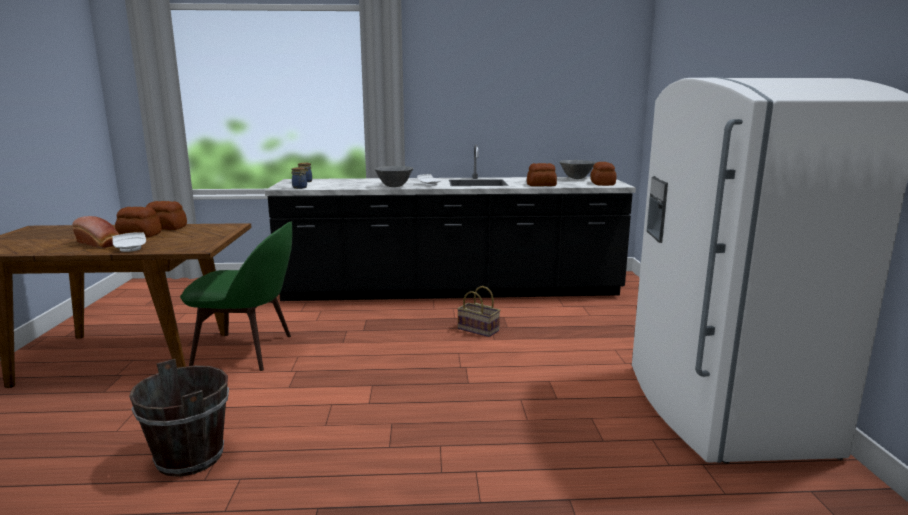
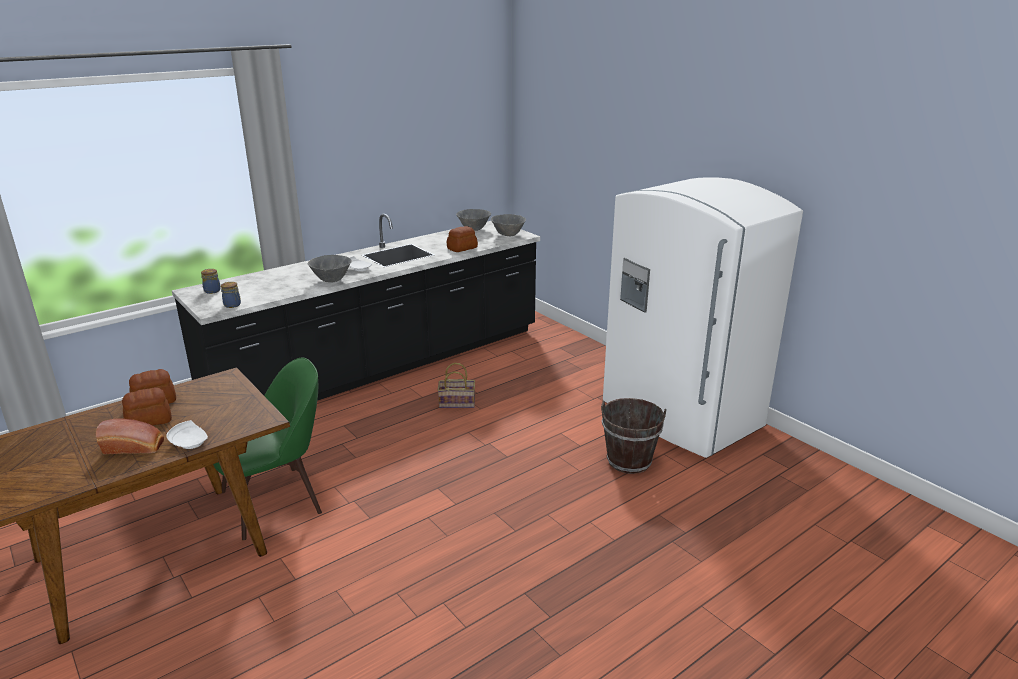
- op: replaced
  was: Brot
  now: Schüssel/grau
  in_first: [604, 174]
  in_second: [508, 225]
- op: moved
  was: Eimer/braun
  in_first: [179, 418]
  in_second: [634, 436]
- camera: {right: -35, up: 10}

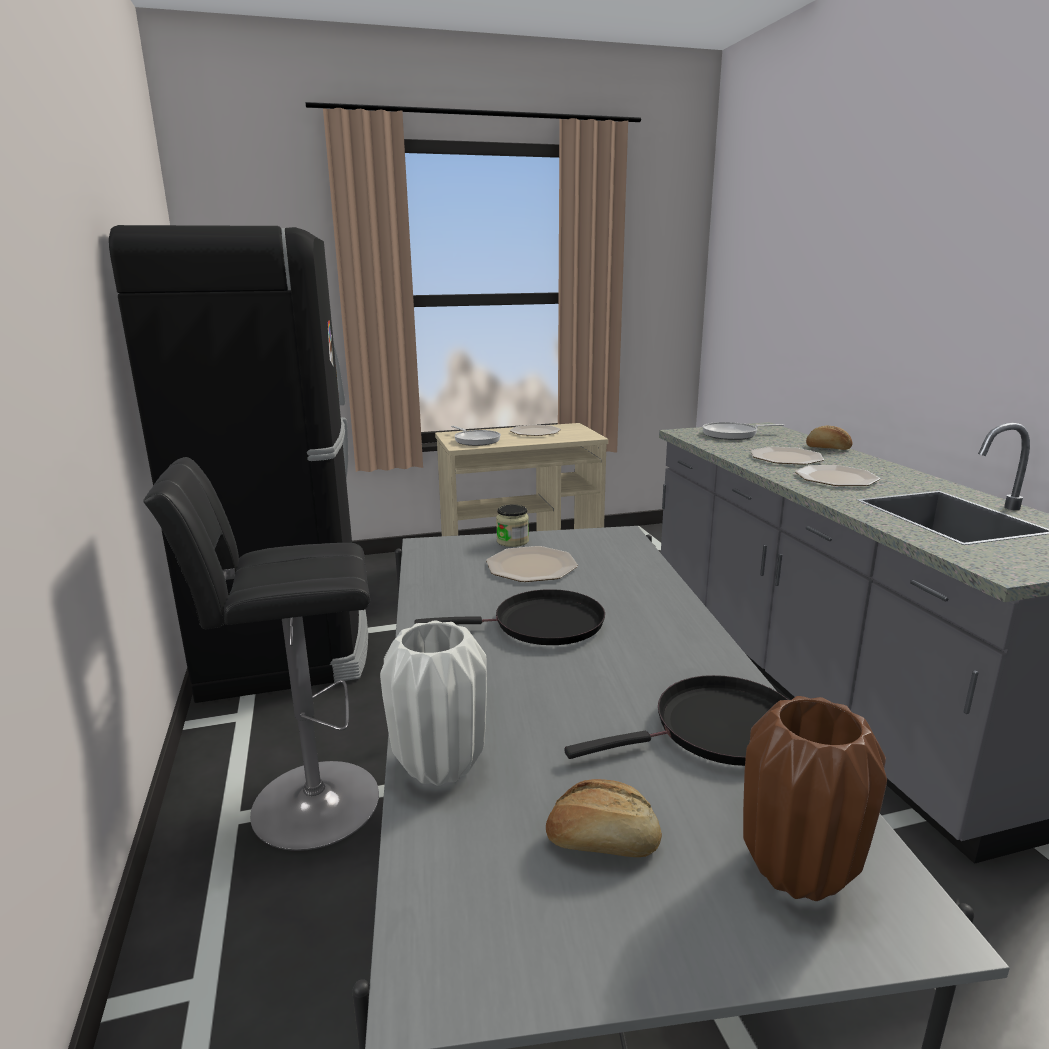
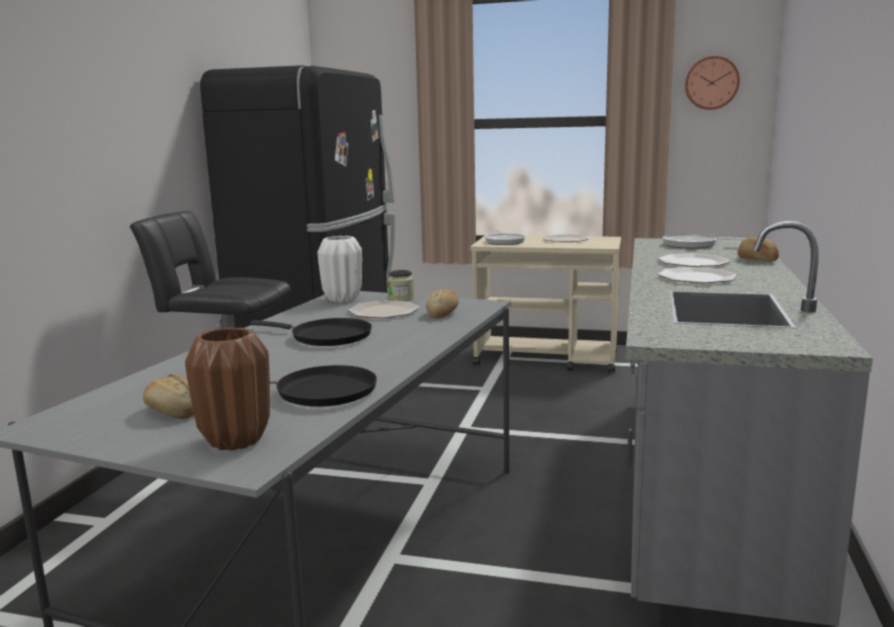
- op: moved
  was: Vase/weiß
  in_first: [433, 703]
  in_second: [340, 269]
- op: added
  now: Brot
  in_second: [442, 303]
- op: added
  now: Wanduhr
  in_second: [712, 83]
- camera: {right: 30, up: -5}

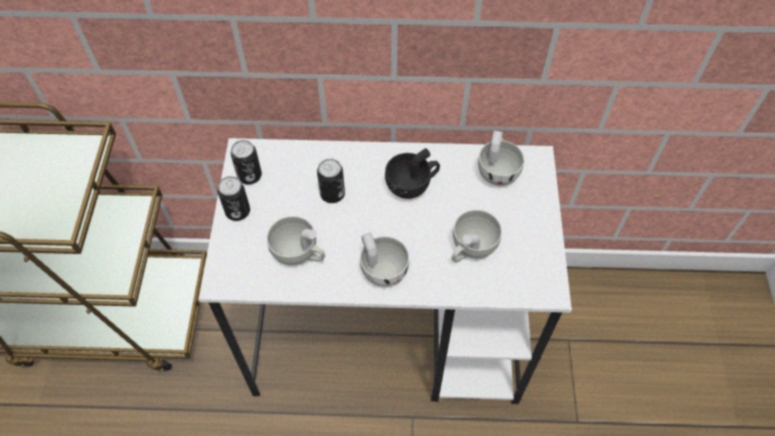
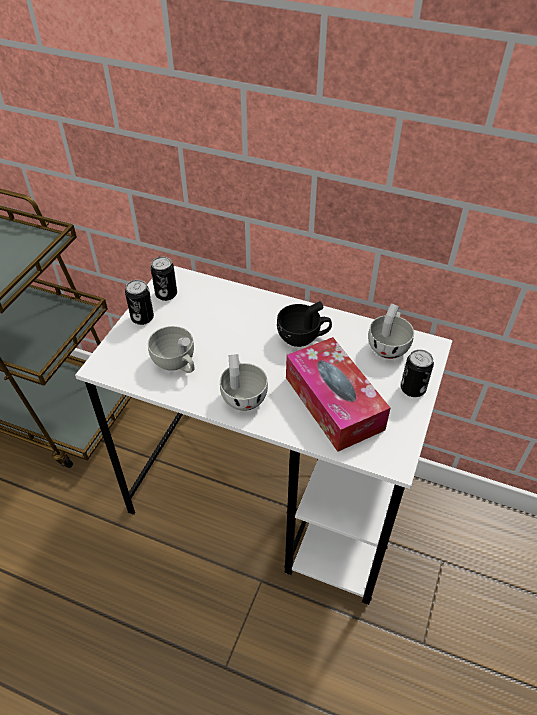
- op: replaced
  was: Tasse/weiß
  now: Taschentuchbox
  in_first: [477, 236]
  in_second: [338, 394]
- op: moved
  was: Dose
  in_first: [331, 181]
  in_second: [417, 373]
- camera: {right: 20, up: -10}

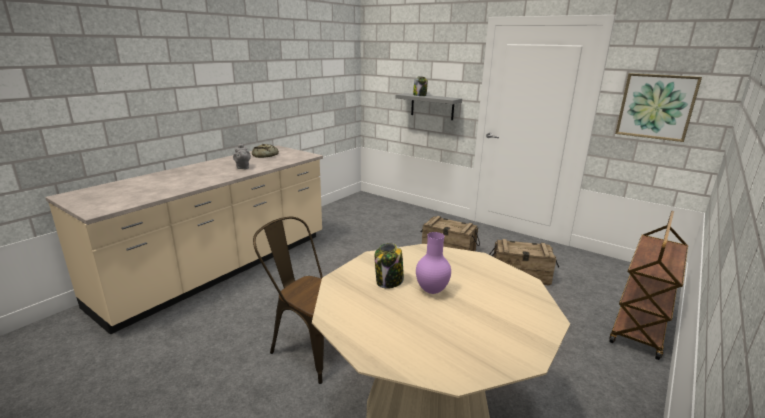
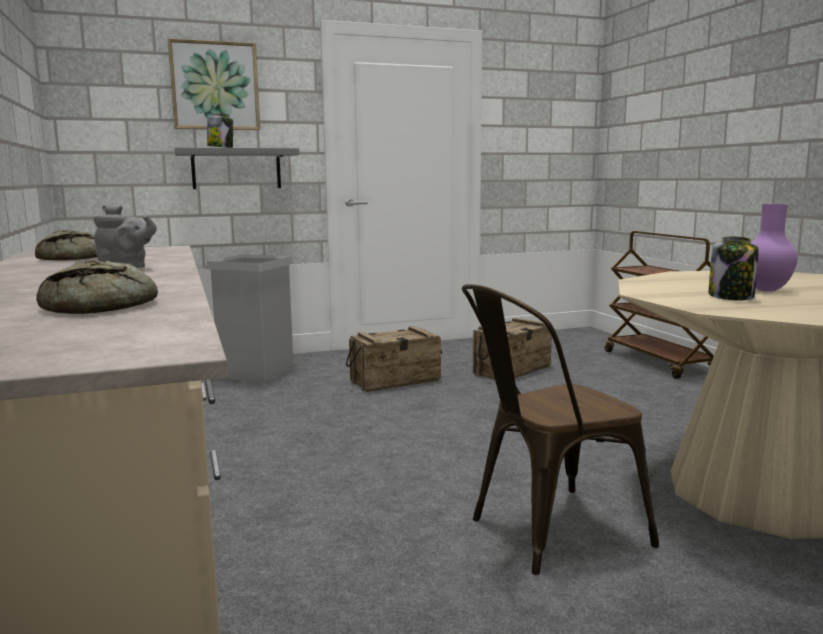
- op: added
  now: Brot
  in_second: [97, 287]
- op: moved
  was: Bild
  in_first: [658, 107]
  in_second: [214, 84]
- op: added
  now: Mülleimer/grau
  in_second: [250, 318]
- camera: {right: -55, up: -10}

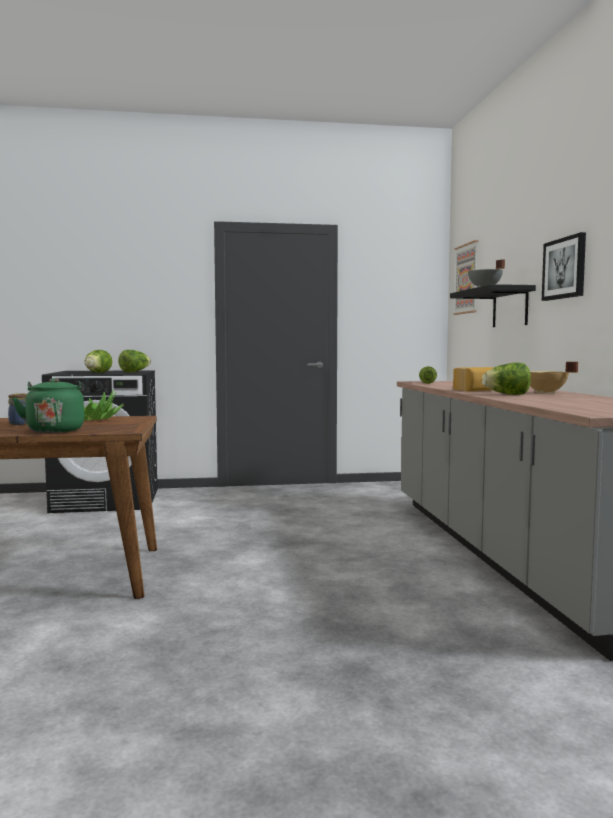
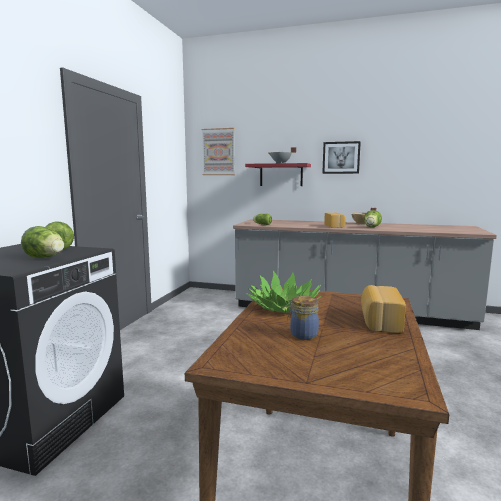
- op: recoloured
  was: Wandregal/schwarz
  now: Wandregal/rot
  in_first: [493, 305]
  in_second: [278, 174]
- op: replaced
  was: Wasserkessel/grün
  now: Brot
  in_first: [48, 405]
  in_second: [383, 309]
- camera: {right: -65, up: 5}

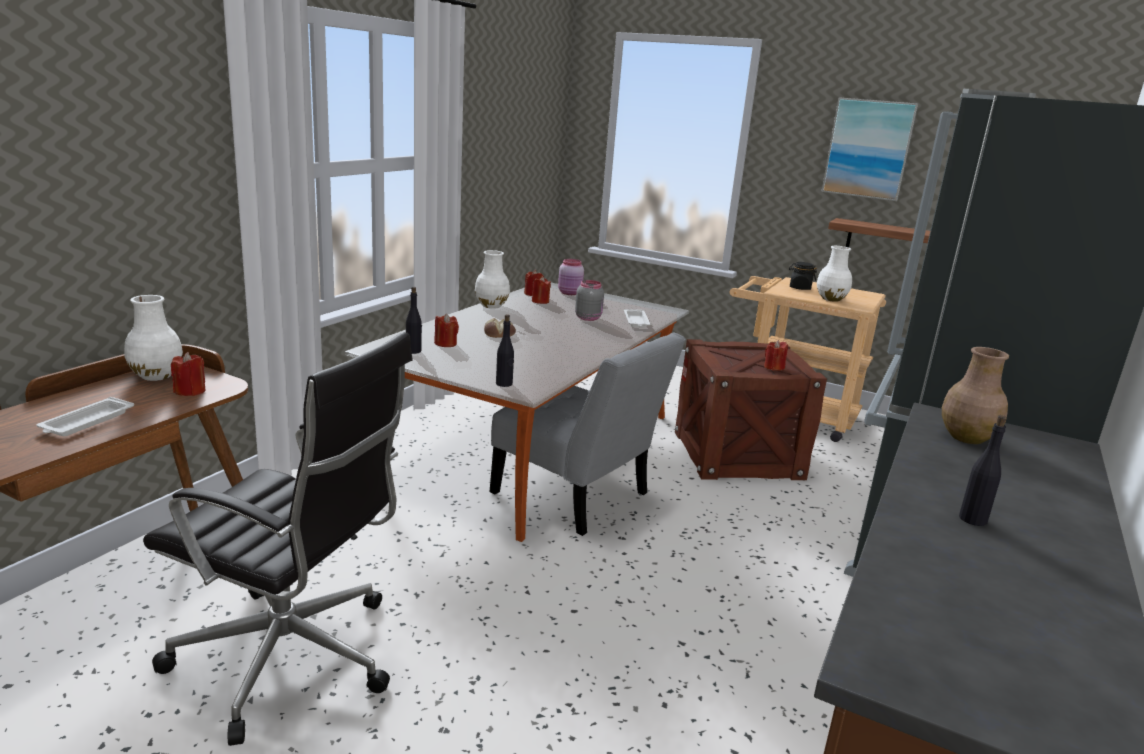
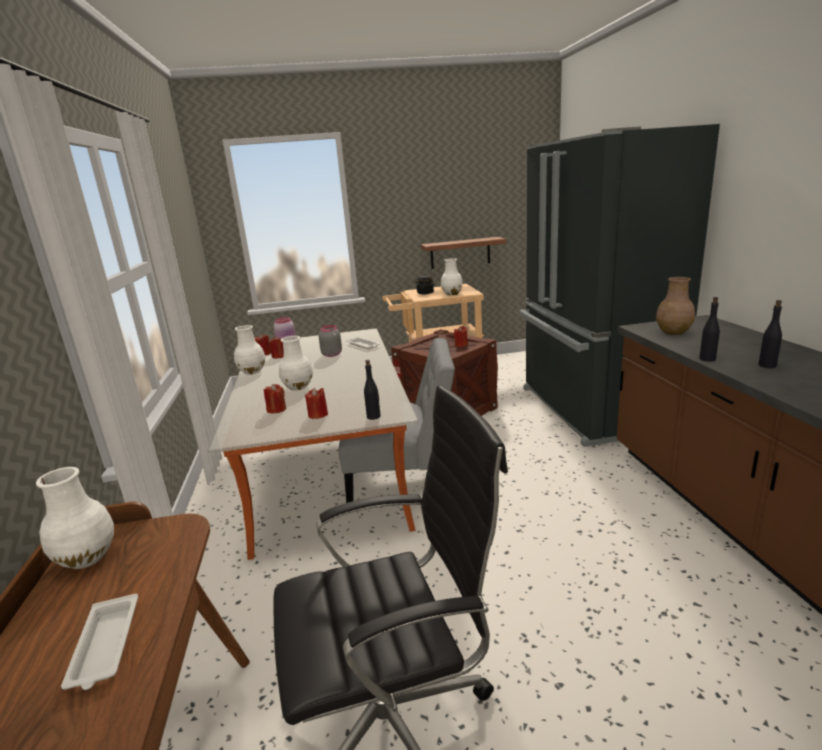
- op: replaced
  was: Brot
  now: Vase/weiß
  in_first: [500, 328]
  in_second: [296, 363]
- op: moved
  was: Kerze/rot
  in_first: [188, 374]
  in_second: [316, 403]
- op: moved
  was: Flasche/schwarz
  in_first: [414, 320]
  in_second: [709, 329]
- op: removed
  was: Bild
  in_first: [869, 149]
- camera: {right: -35, up: 0}

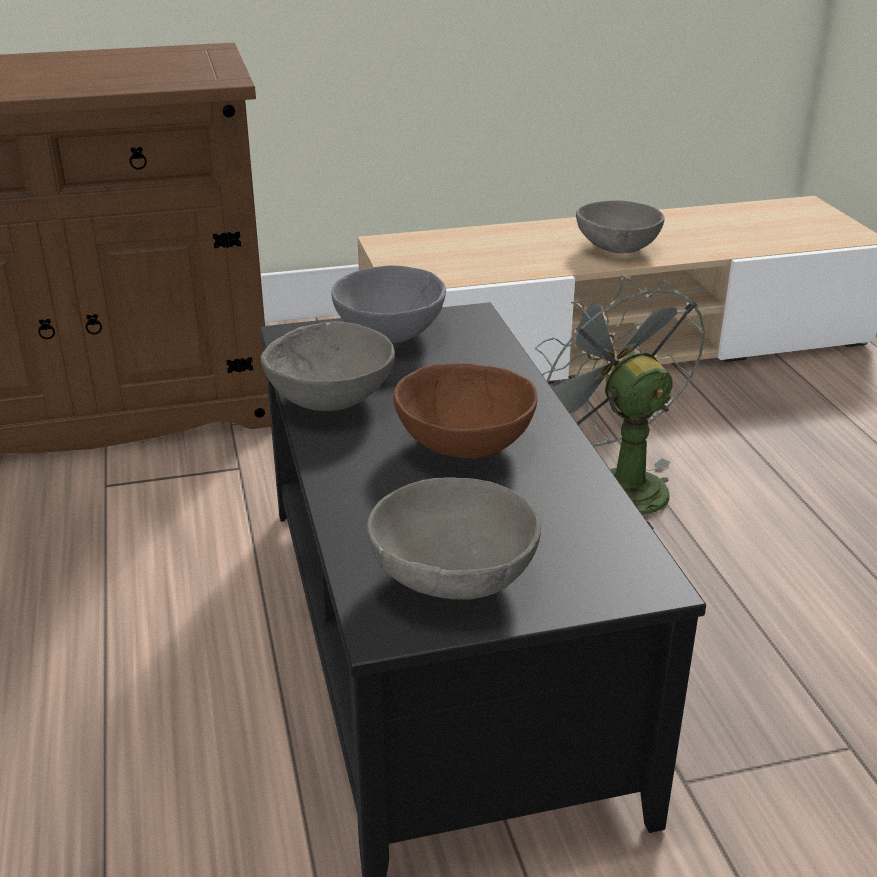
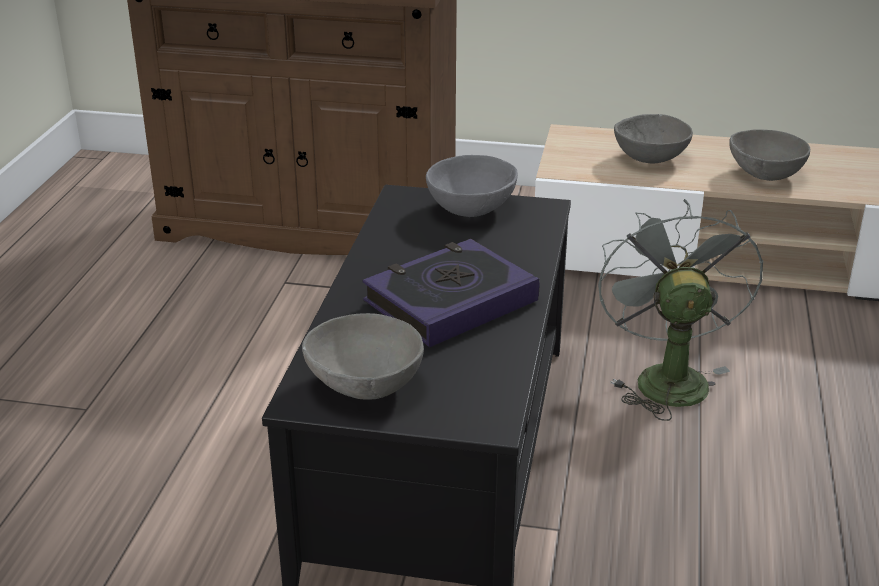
- op: replaced
  was: Schüssel/braun
  now: Buch
  in_first: [465, 410]
  in_second: [451, 293]
- op: moved
  was: Schüssel/grau
  in_first: [328, 366]
  in_second: [653, 139]
- camera: {right: 25, up: 0}

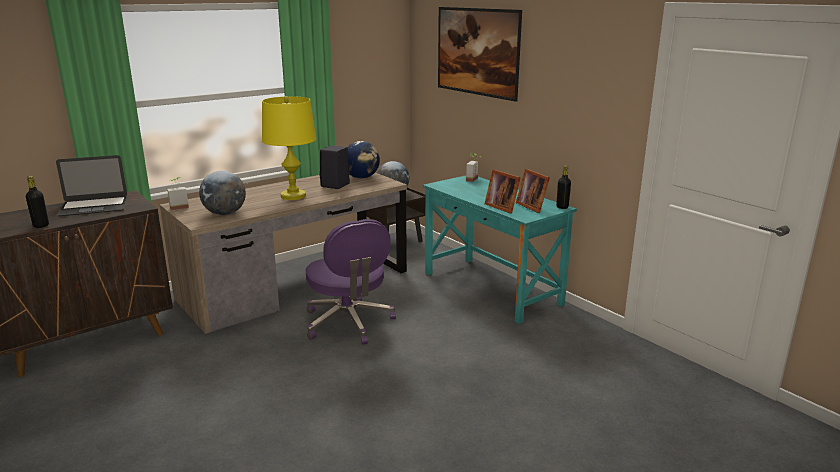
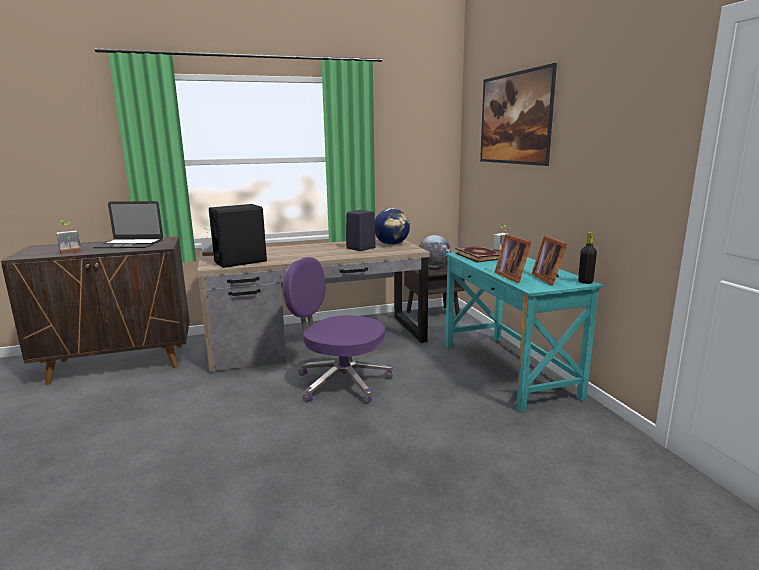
- op: replaced
  was: Flasche/schwarz
  now: Topfpflanze
  in_first: [37, 202]
  in_second: [68, 237]
- op: replaced
  was: Globus
  now: Lautsprecher/schwarz
  in_first: [222, 193]
  in_second: [238, 236]
- op: turned
  was: Bürostuhl/lila
  in_first: [351, 281]
  in_second: [338, 330]
  clockwise: 120
- op: added
  now: Buch
  in_second: [477, 254]
- op: removed
  was: Tischlampe/gelb
  in_first: [289, 148]
- camera: {right: 20, up: -5}

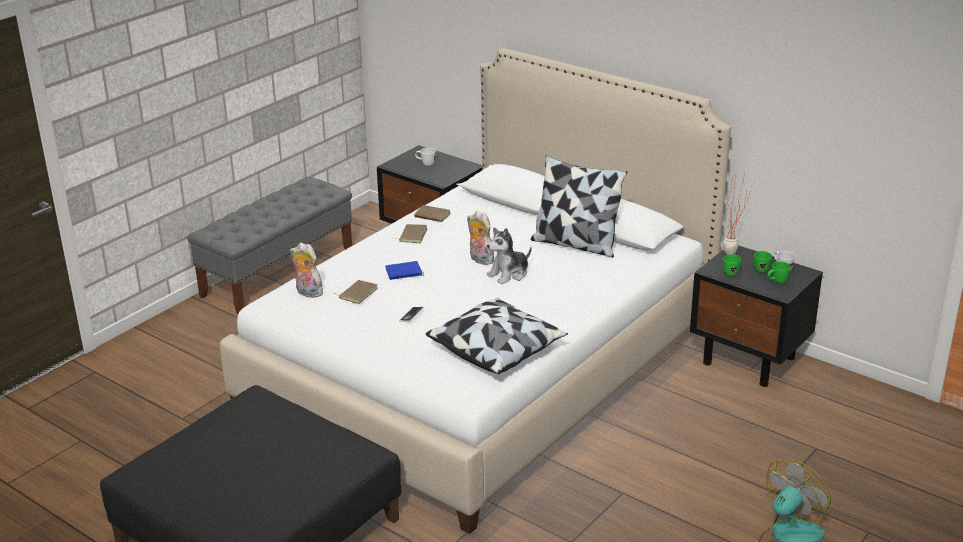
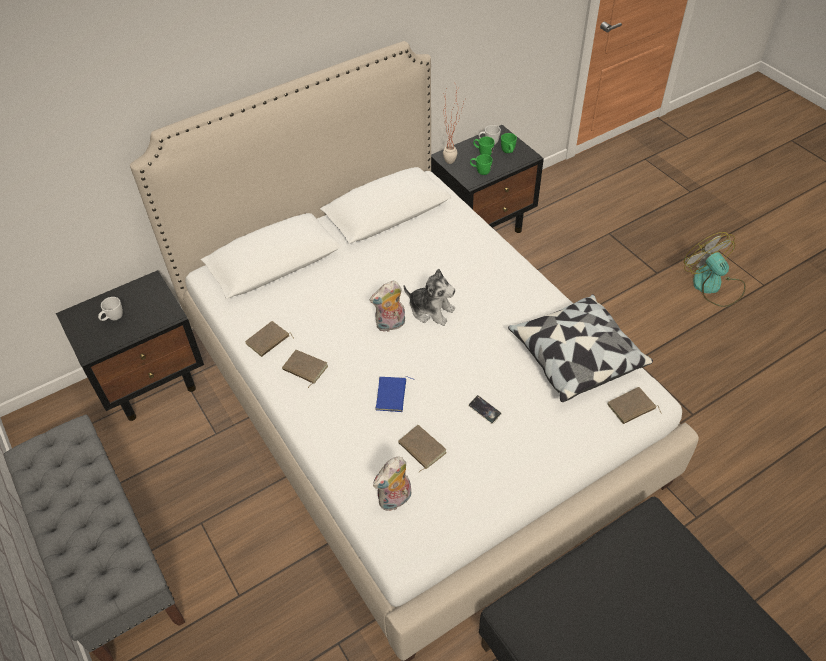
- op: turned
  was: Plüschtier
  in_first: [509, 255]
  in_second: [429, 297]
  clockwise: -45
- op: added
  now: Buch/braun
  in_second: [634, 405]
- op: removed
  was: Kissen
  in_first: [579, 206]
- camera: {right: -70, up: 20}

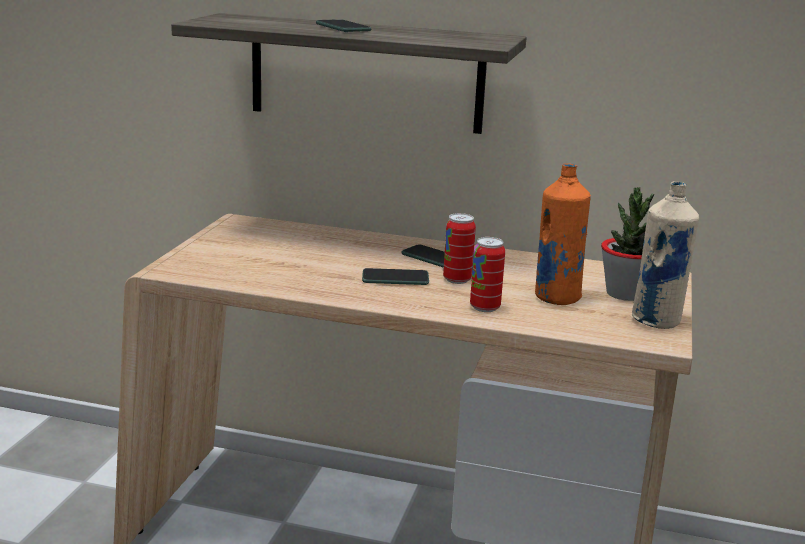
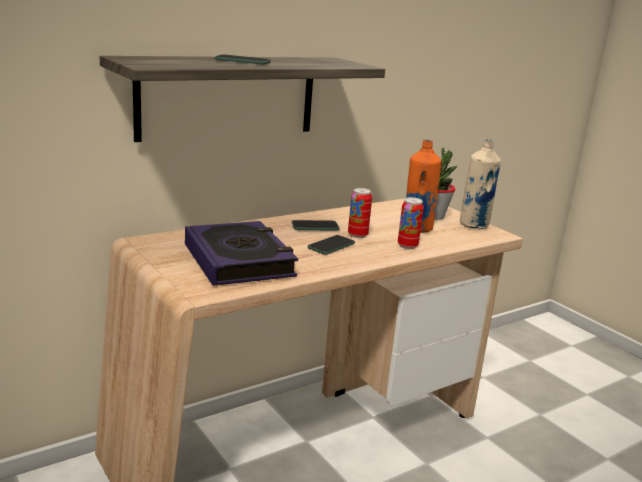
- op: added
  now: Buch
  in_second: [241, 253]
- camera: {right: -50, up: 0}

